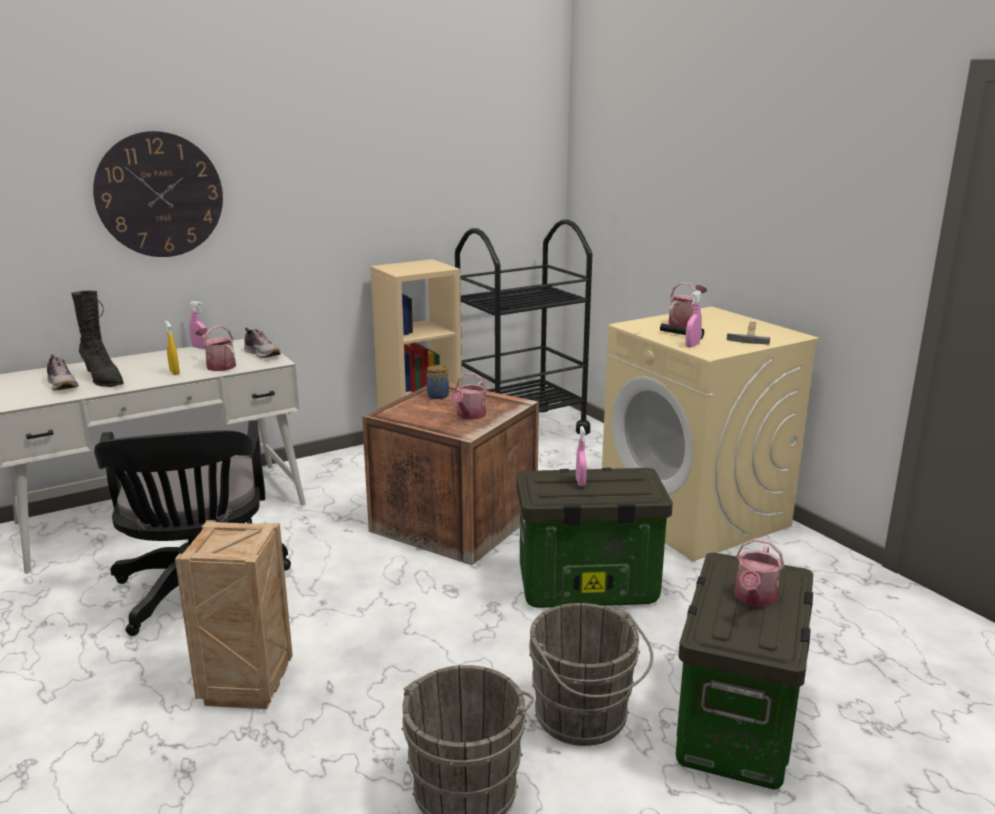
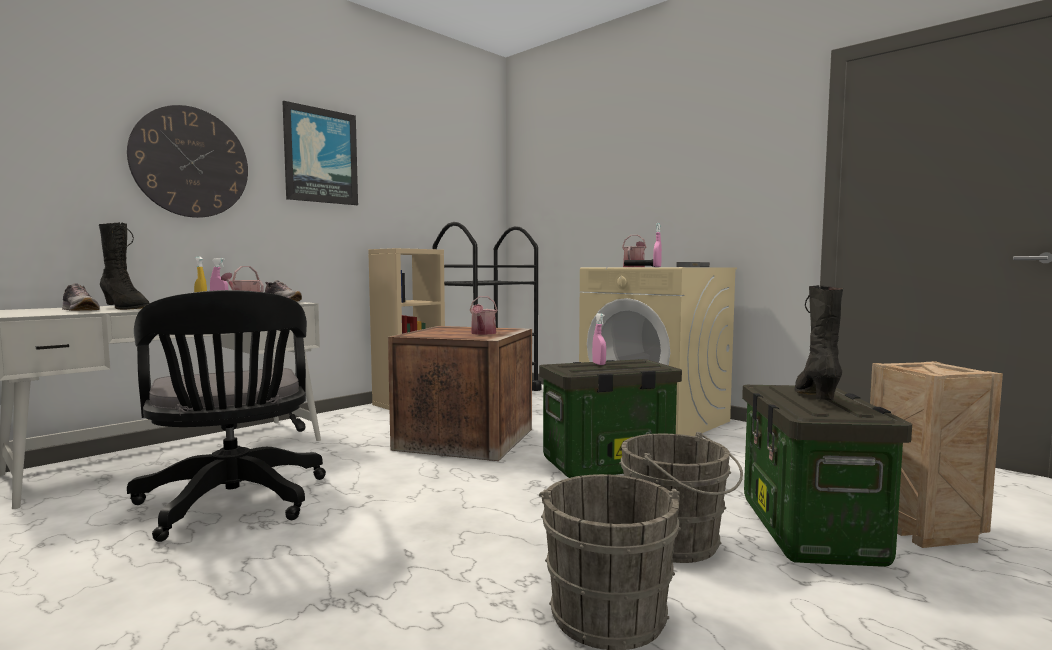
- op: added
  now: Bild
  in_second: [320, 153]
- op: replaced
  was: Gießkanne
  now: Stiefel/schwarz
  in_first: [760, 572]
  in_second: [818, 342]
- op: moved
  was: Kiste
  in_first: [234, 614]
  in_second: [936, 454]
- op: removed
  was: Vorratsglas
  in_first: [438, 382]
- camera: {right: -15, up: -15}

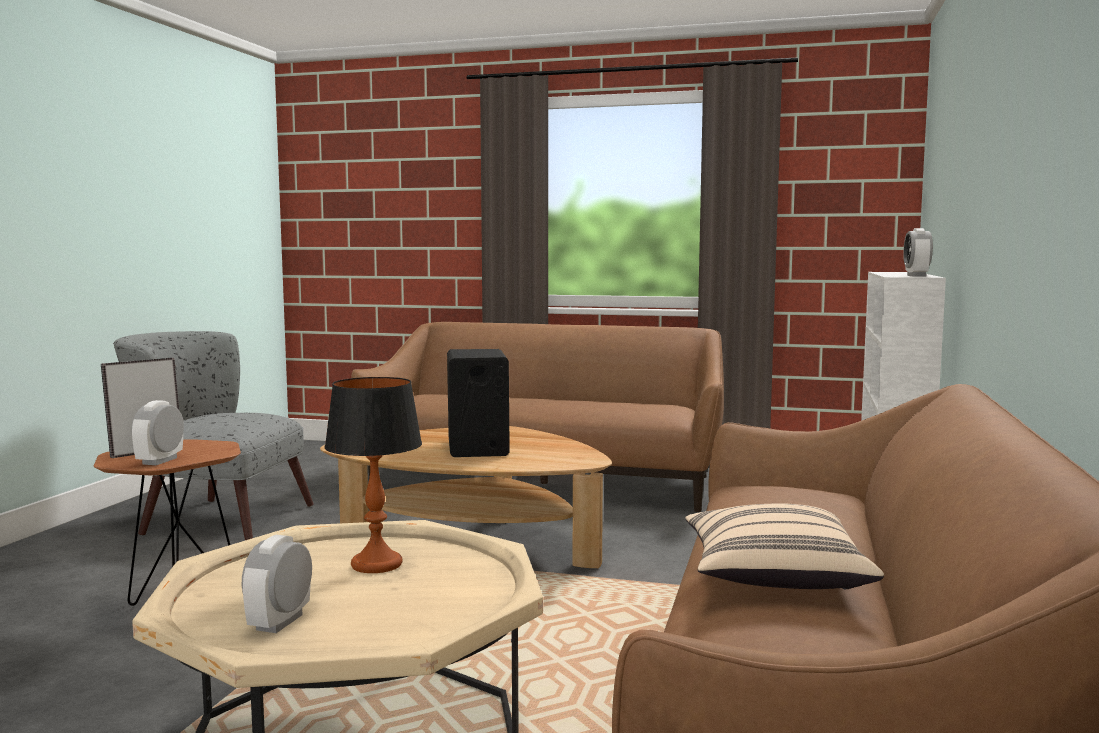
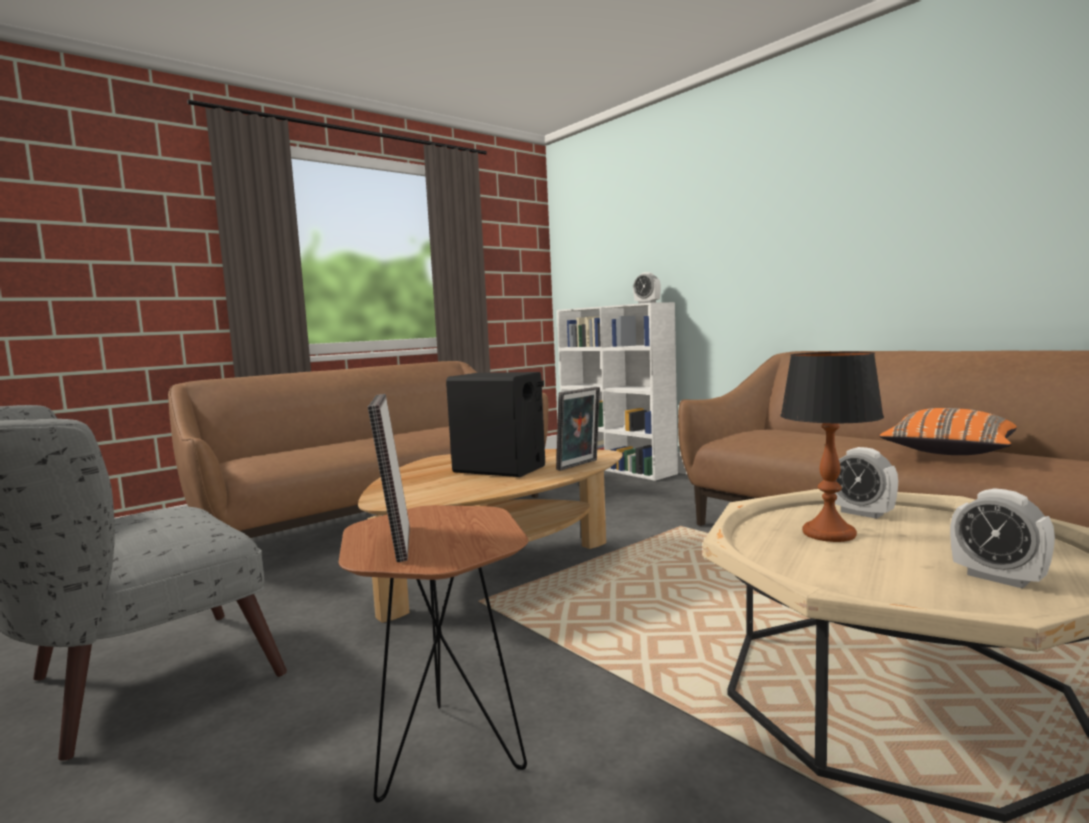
- op: added
  now: Bilderrahmen
  in_second: [578, 429]
- op: moved
  was: Wecker
  in_first: [157, 432]
  in_second: [866, 483]
- op: recoloured
  was: Kissen/beige
  now: Kissen/orange
  in_first: [784, 546]
  in_second: [948, 431]
- camera: {right: -55, up: 0}

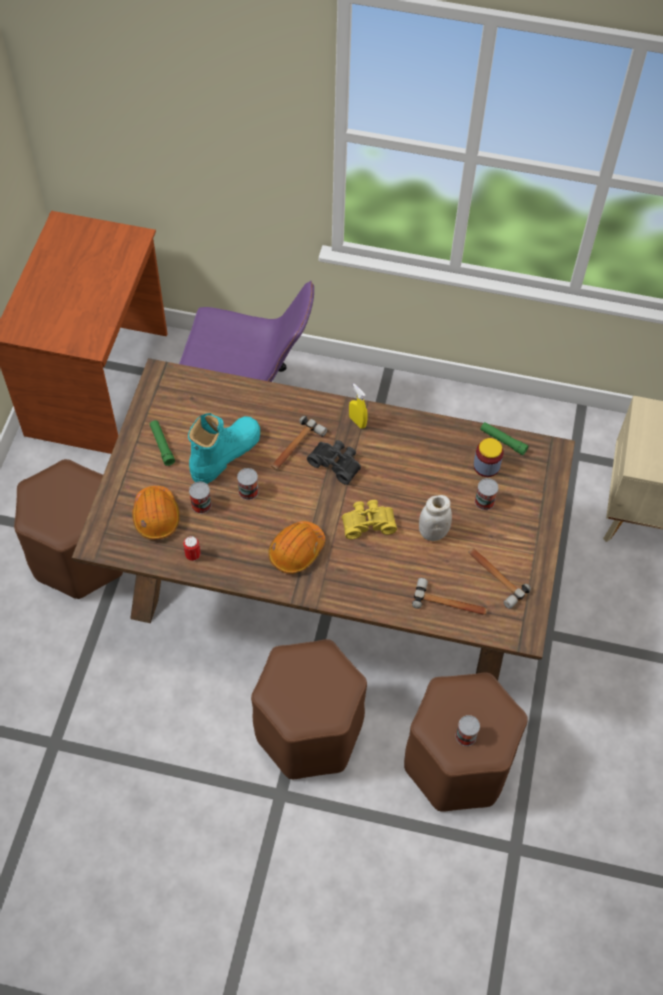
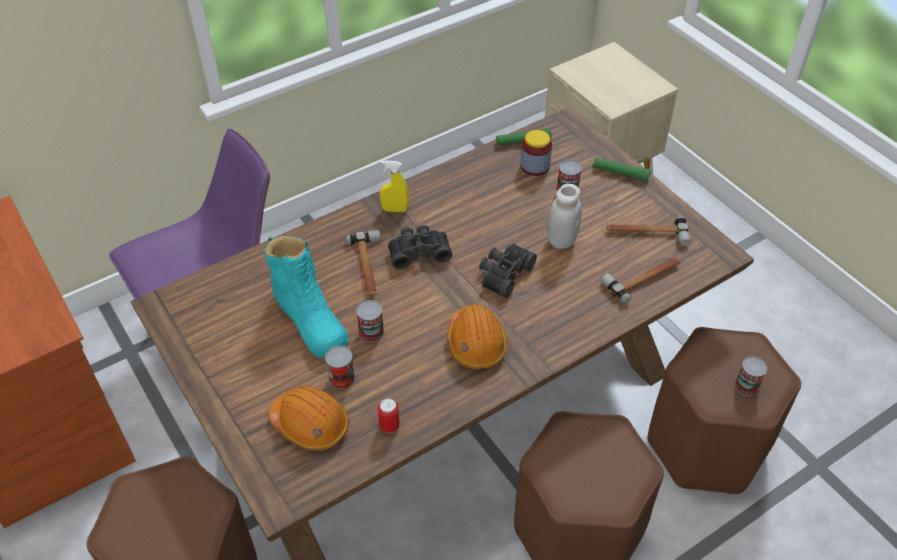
- op: turned
  was: Stiefel/türkis
  in_first: [224, 448]
  in_second: [306, 296]
  clockwise: 150
- op: recoloured
  was: Fernglas/gelb
  now: Fernglas/schwarz
  in_first: [369, 519]
  in_second: [508, 270]
- op: moved
  was: Taschenlampe/grün
  in_first: [162, 443]
  in_second: [622, 170]
- camera: {right: -45, up: -10}

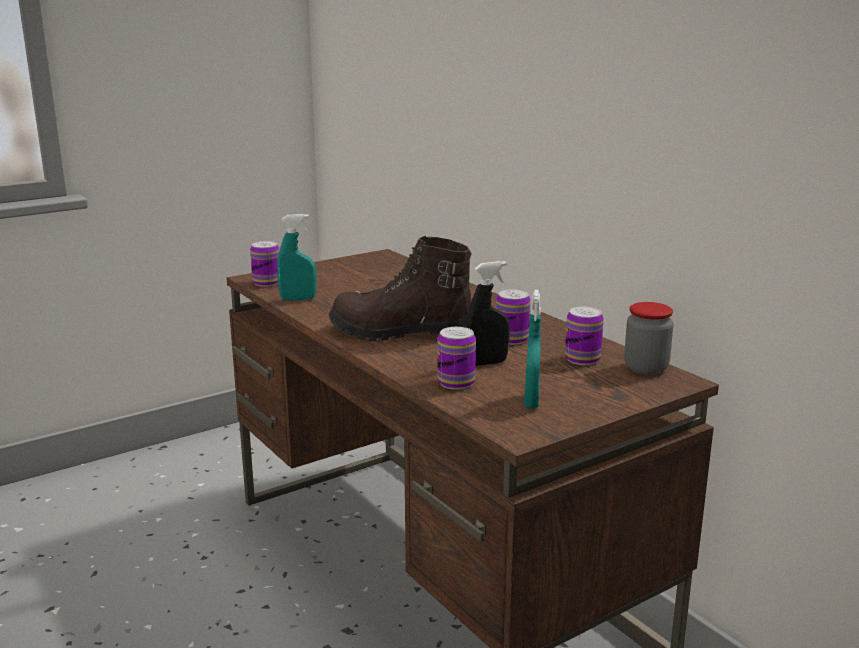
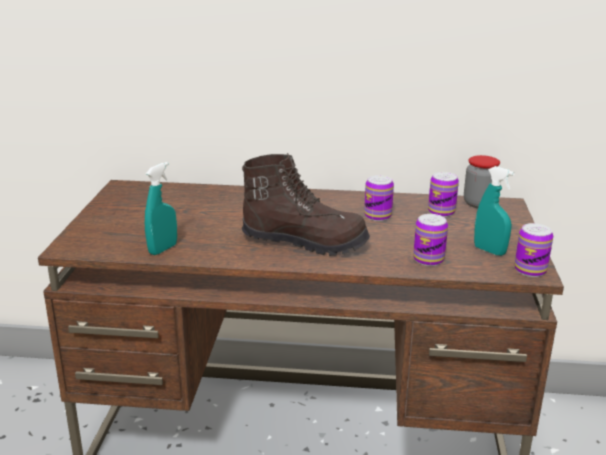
- op: turned
  was: Stiefel/braun
  in_first: [400, 288]
  in_second: [306, 204]
  clockwise: -120
- op: moved
  was: Dose
  in_first: [264, 264]
  in_second: [534, 250]
- op: removed
  was: Sprühflasche/schwarz
  in_first: [488, 313]
- camera: {right: -50, up: 5}

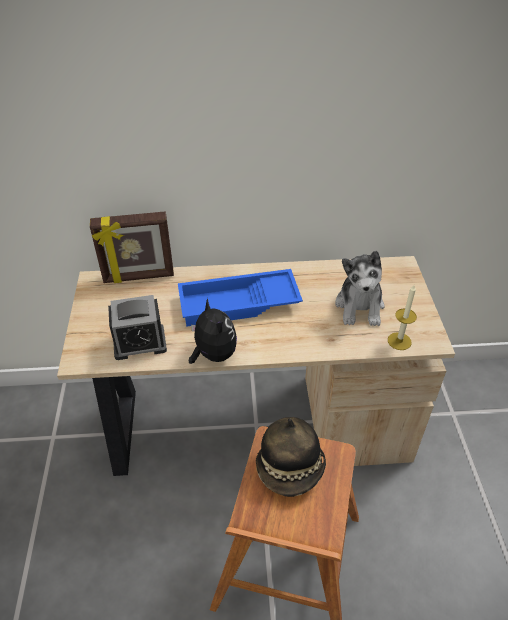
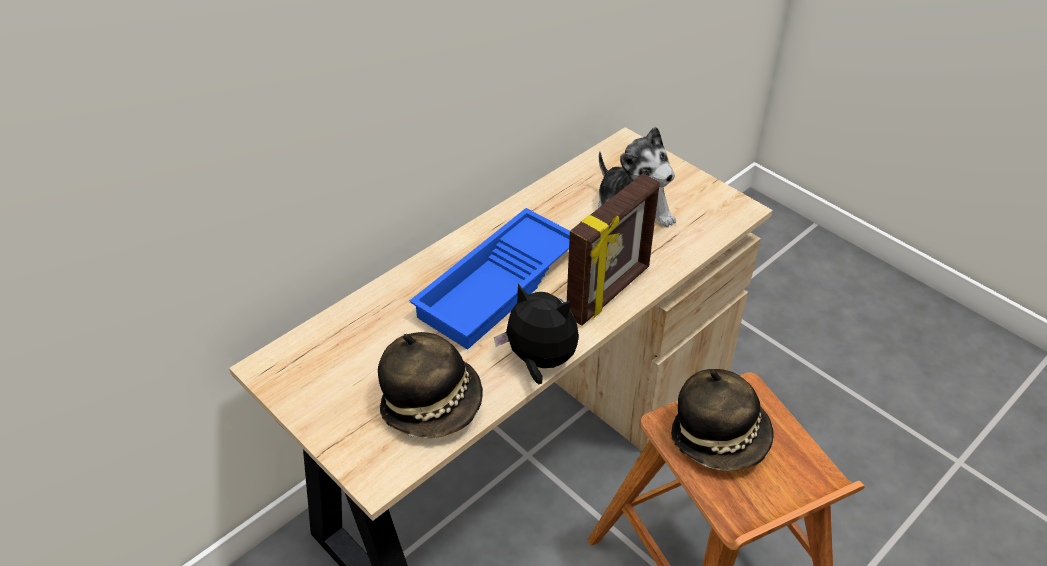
- op: replaced
  was: Wecker
  now: Hut
  in_first: [137, 327]
  in_second: [430, 385]
- op: moved
  was: Bilderrahmen
  in_first: [132, 247]
  in_second: [613, 249]
- op: removed
  was: Kerze
  in_first: [402, 317]
- camera: {right: -40, up: 0}

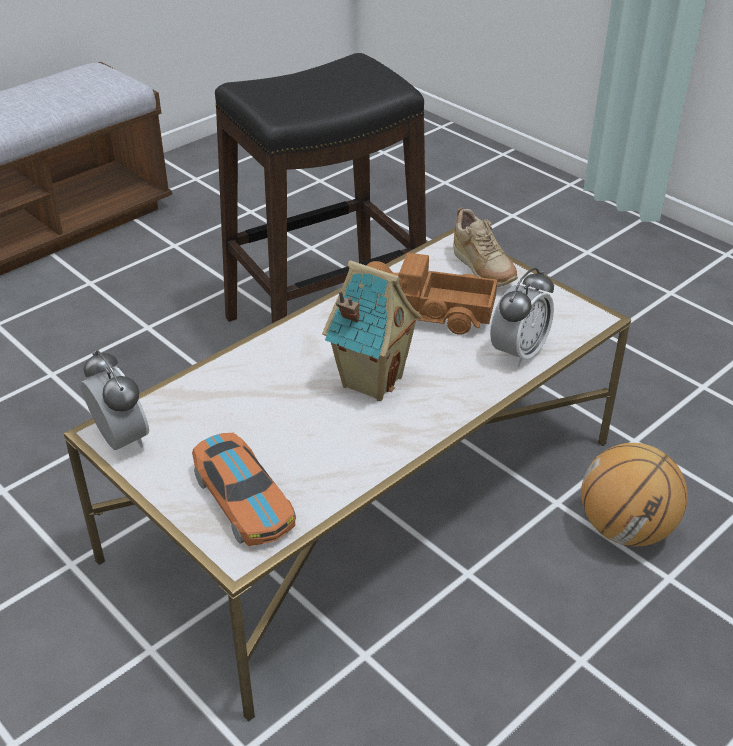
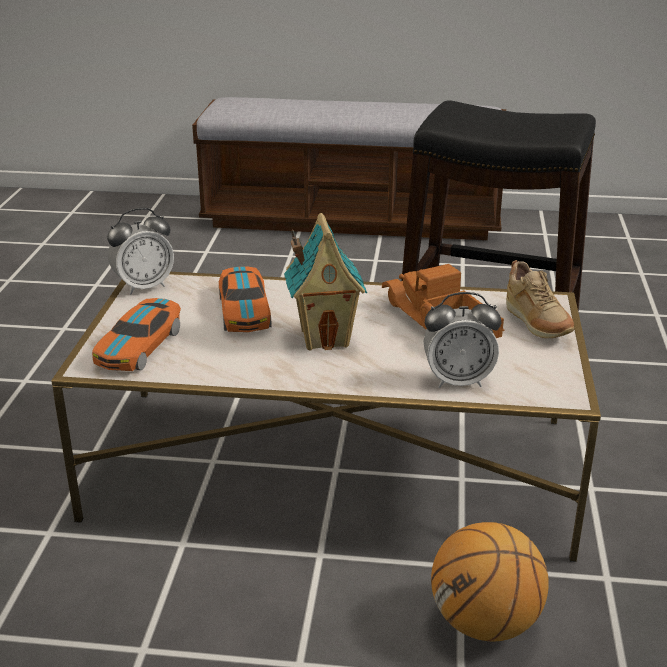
- op: turned
  was: Wecker
  in_first: [115, 400]
  in_second: [140, 251]
  clockwise: 45
- op: added
  now: Spielzeugauto
  in_second: [245, 299]
- op: turned
  was: Schuh/beige
  in_first: [485, 247]
  in_second: [540, 299]
  clockwise: -45
- camera: {right: 50, up: -10}

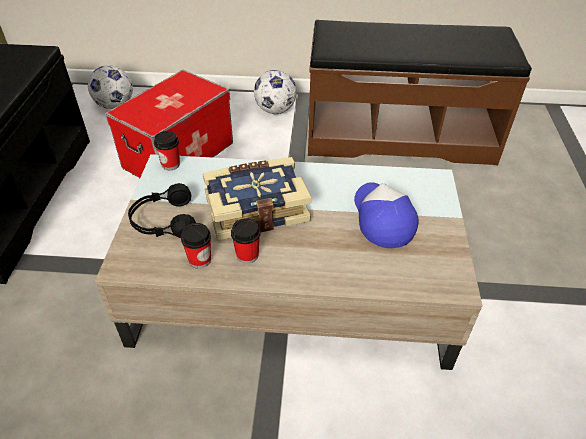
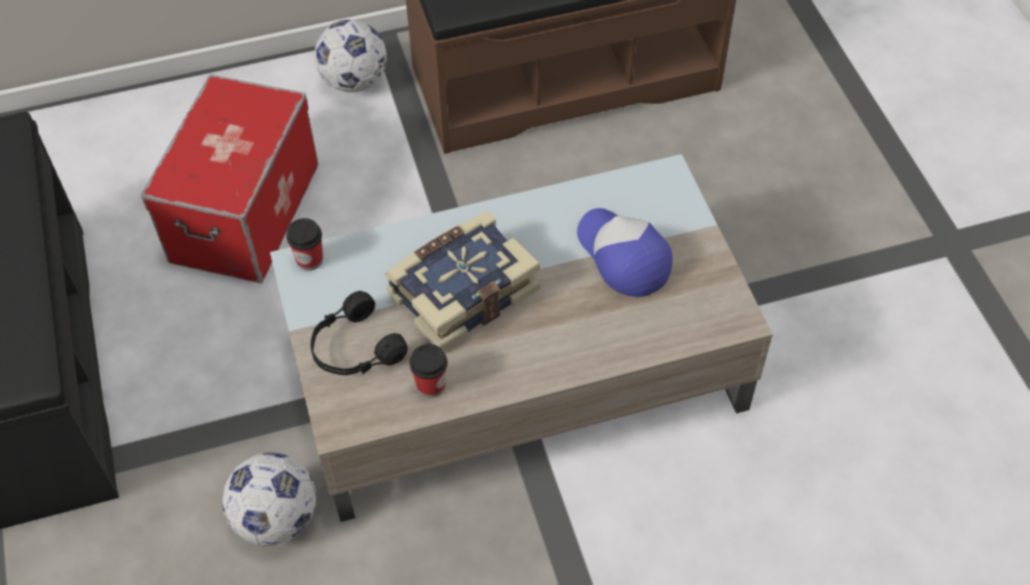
- op: moved
  was: Fußball
  in_first: [110, 87]
  in_second: [269, 499]
- op: removed
  was: Tasse
  in_first: [246, 241]
- camera: {right: -20, up: 10}

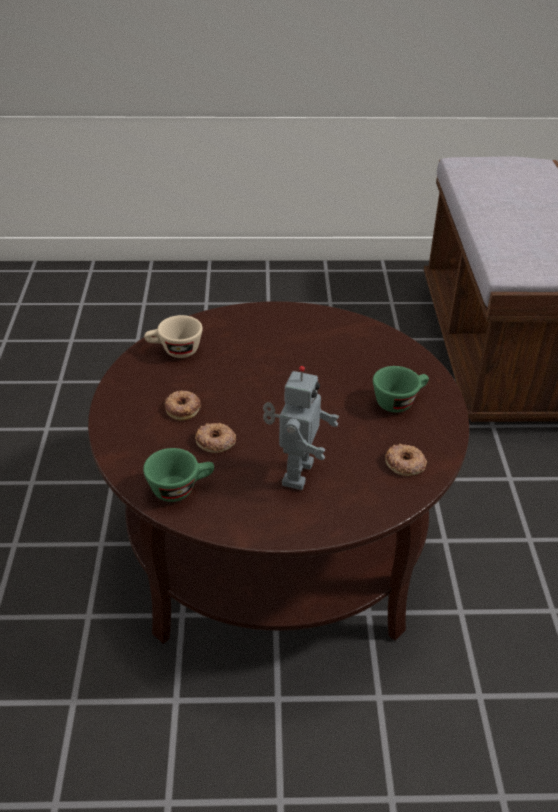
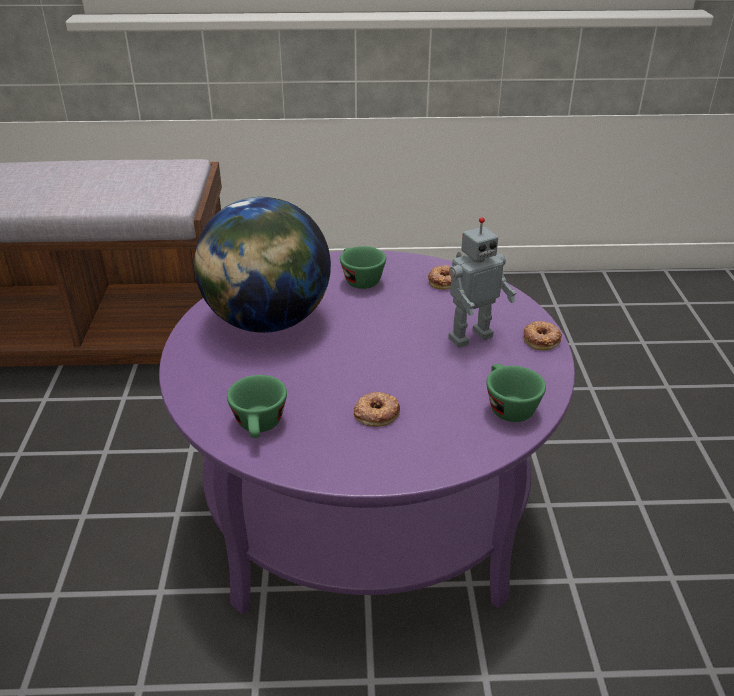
- op: recoloured
  was: Couchtisch/braun
  now: Couchtisch/lila
  in_first: [278, 472]
  in_second: [367, 432]
- op: added
  now: Globus
  in_second: [262, 265]
- op: recoloured
  was: Tasse/beige
  now: Tasse/grün
  in_first: [173, 336]
  in_second: [257, 406]
- op: turned
  was: Spielzeugroboter
  in_first: [301, 428]
  in_second: [482, 282]
  clockwise: 135
- op: moved
  was: Donut
  in_first: [215, 438]
  in_second: [542, 335]
- camera: {right: -90, up: -5}

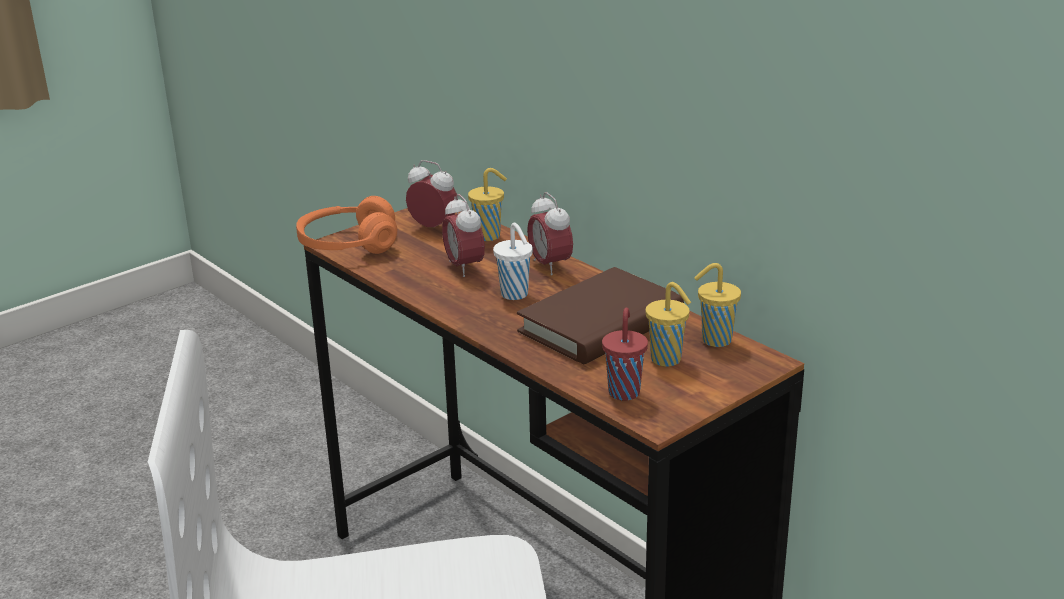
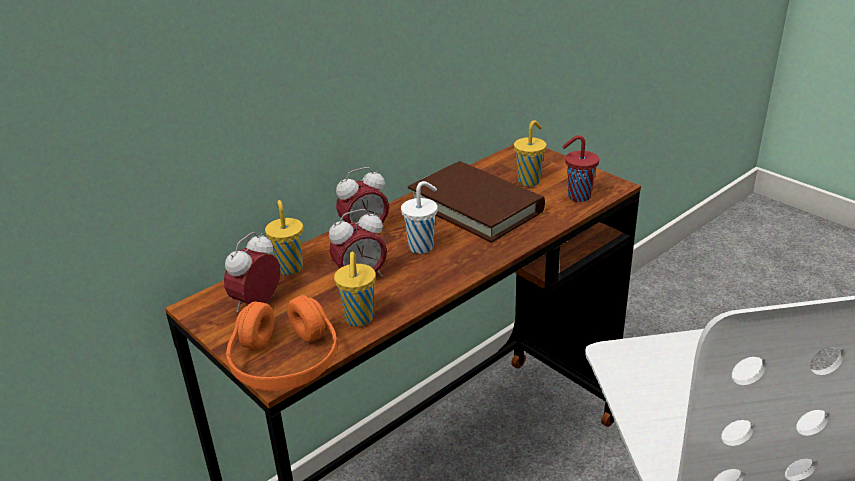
- op: moved
  was: Tasse/gelb
  in_first: [717, 305]
  in_second: [355, 289]
- camera: {right: -90, up: 5}

